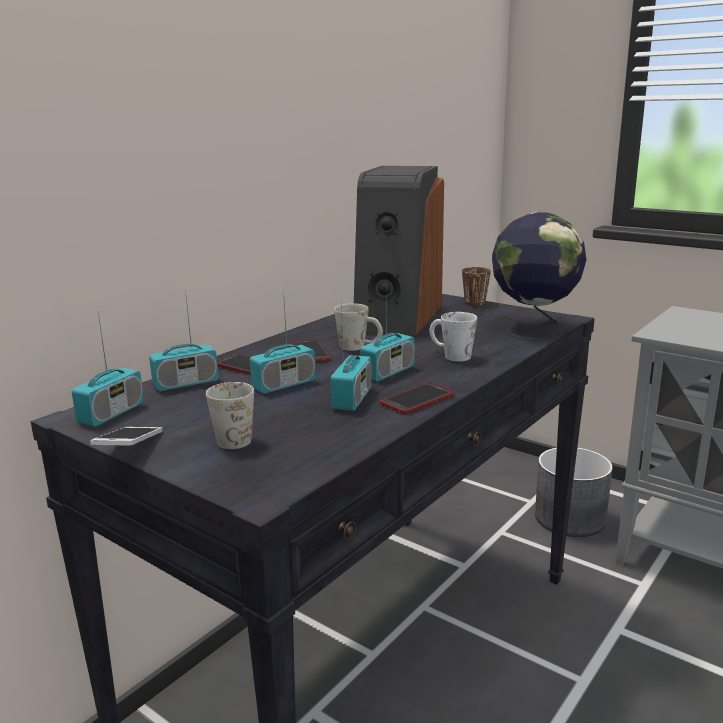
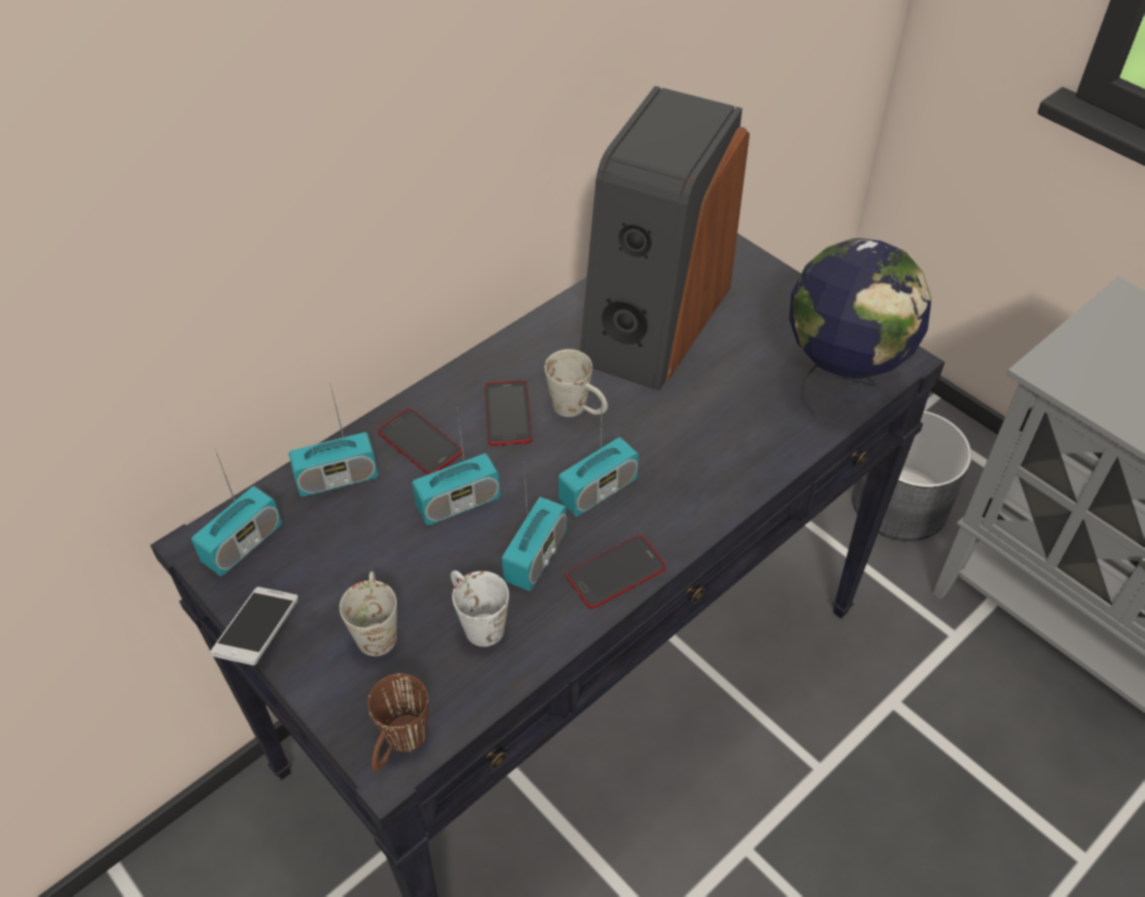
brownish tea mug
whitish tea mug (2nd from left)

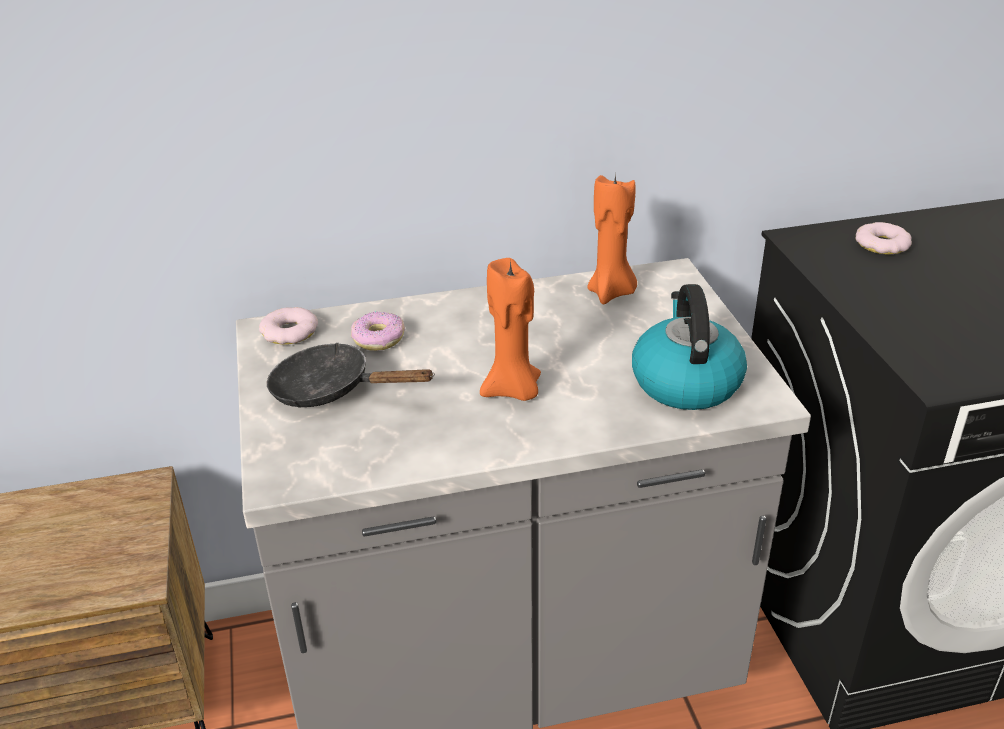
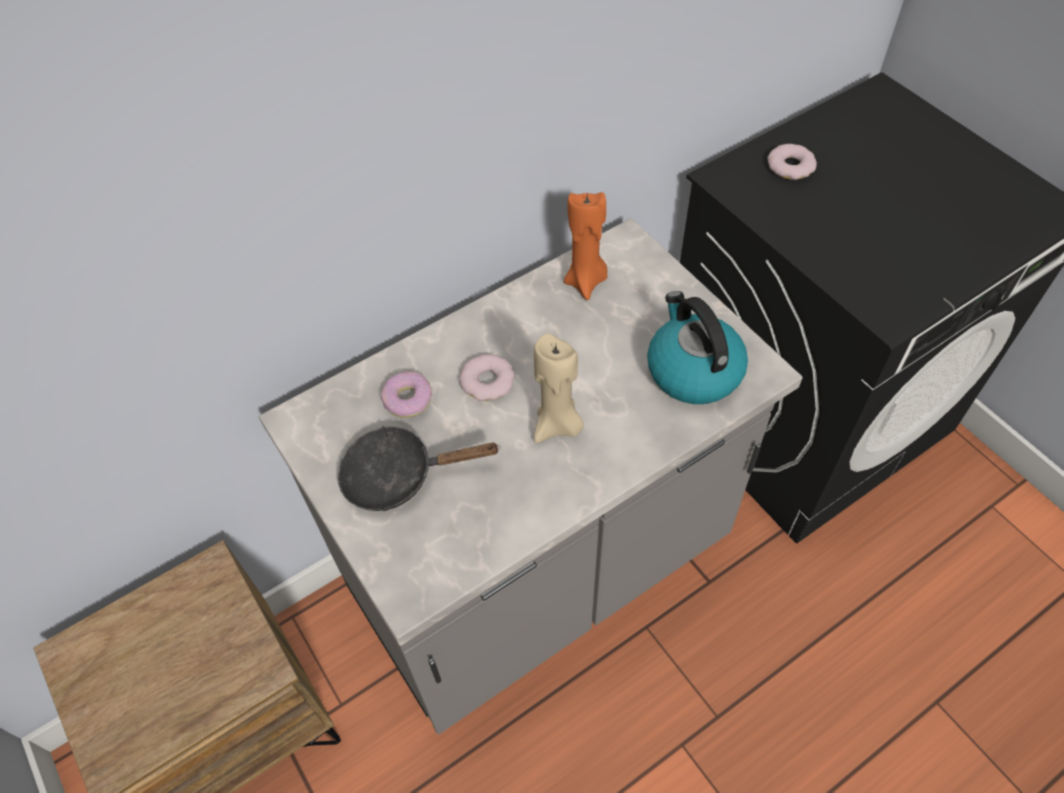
doughnut (2nd from left)
beige-coloured wax candle

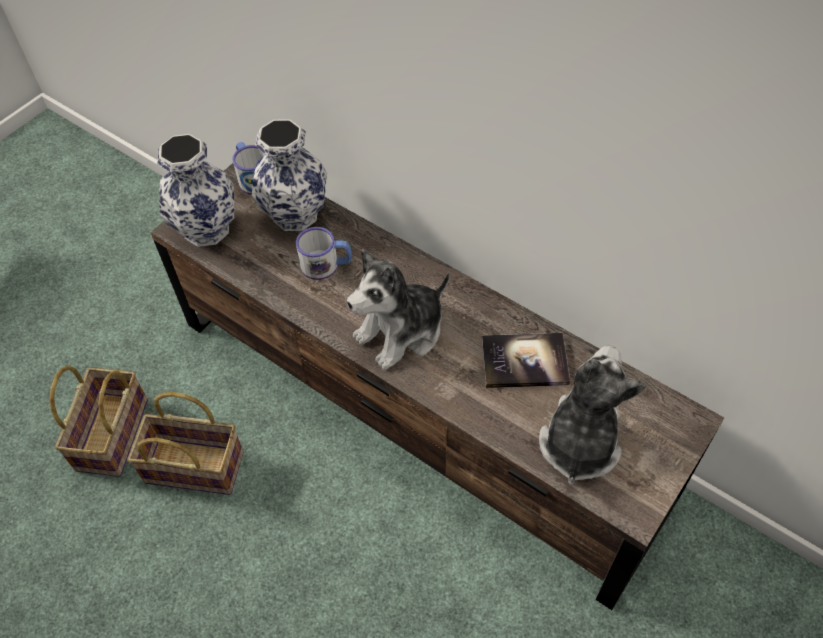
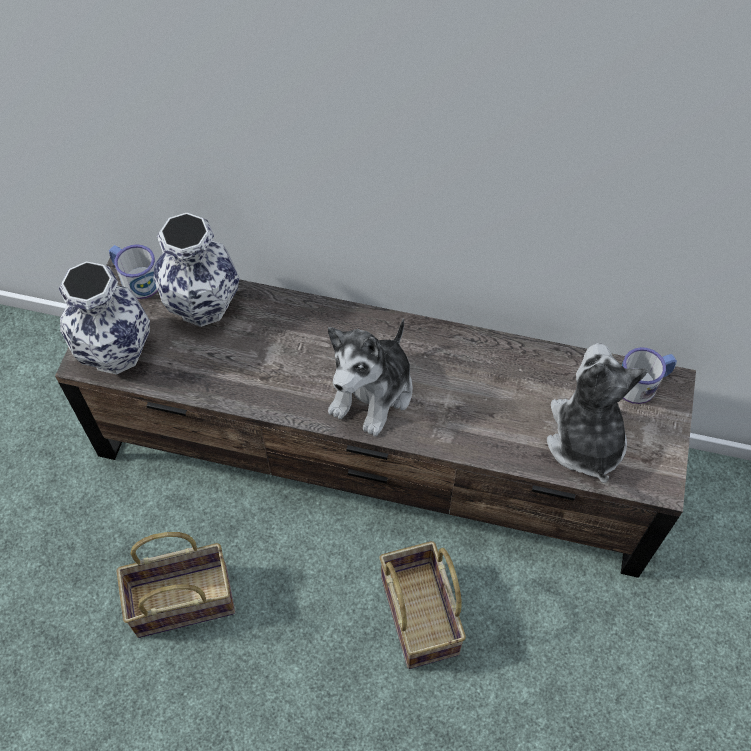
basket (2nd from left)
tea mug (2nd from left)
bound book

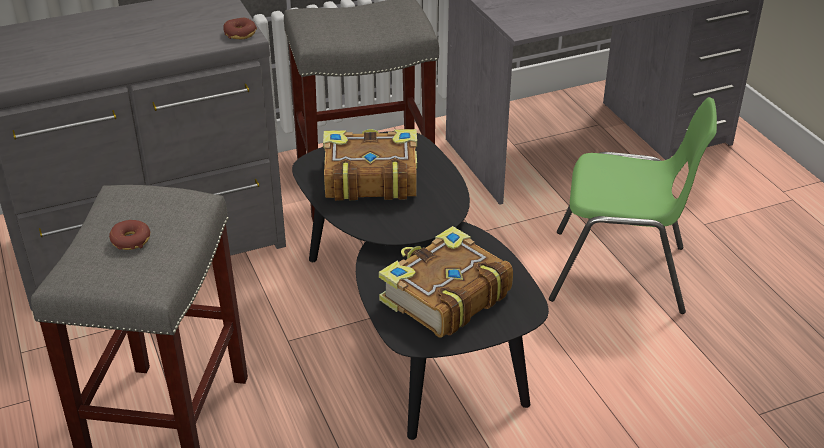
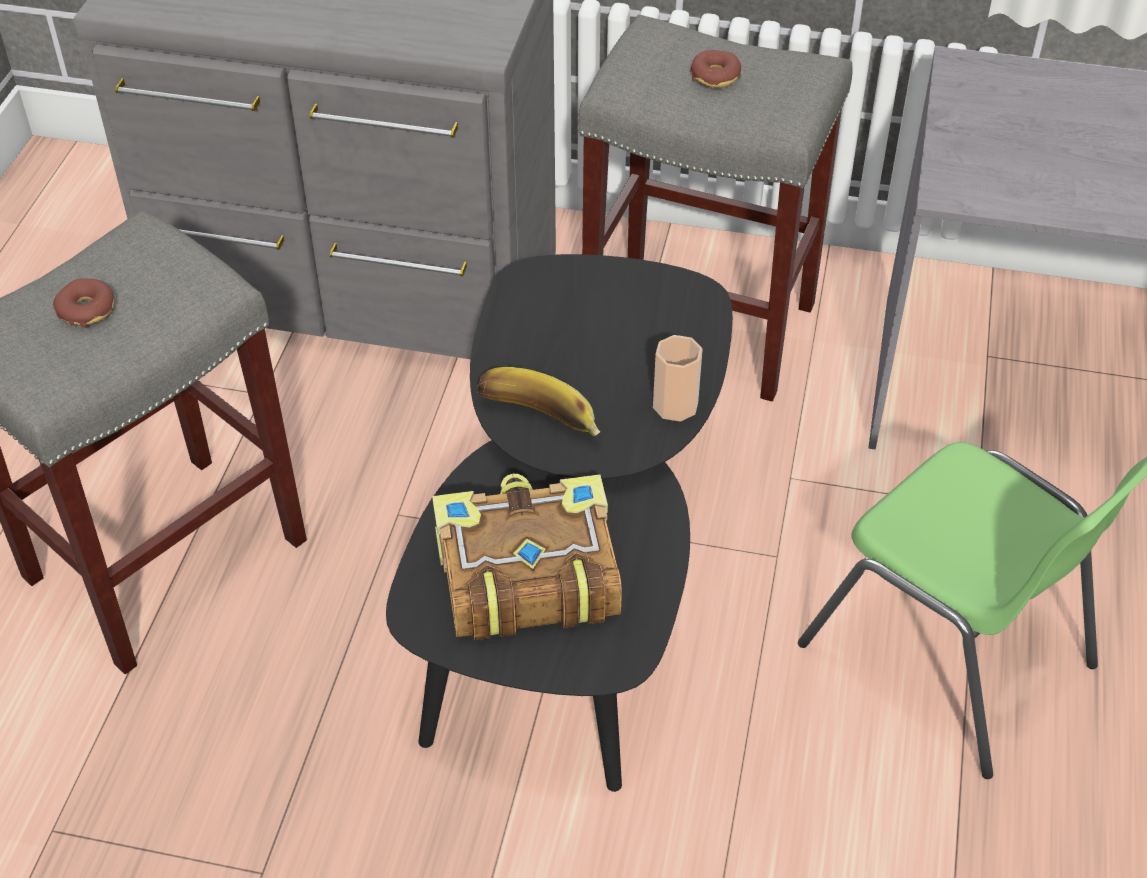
banana
drinking cup
doughnut (2nd from left)
bound book (1st from left in the first image)

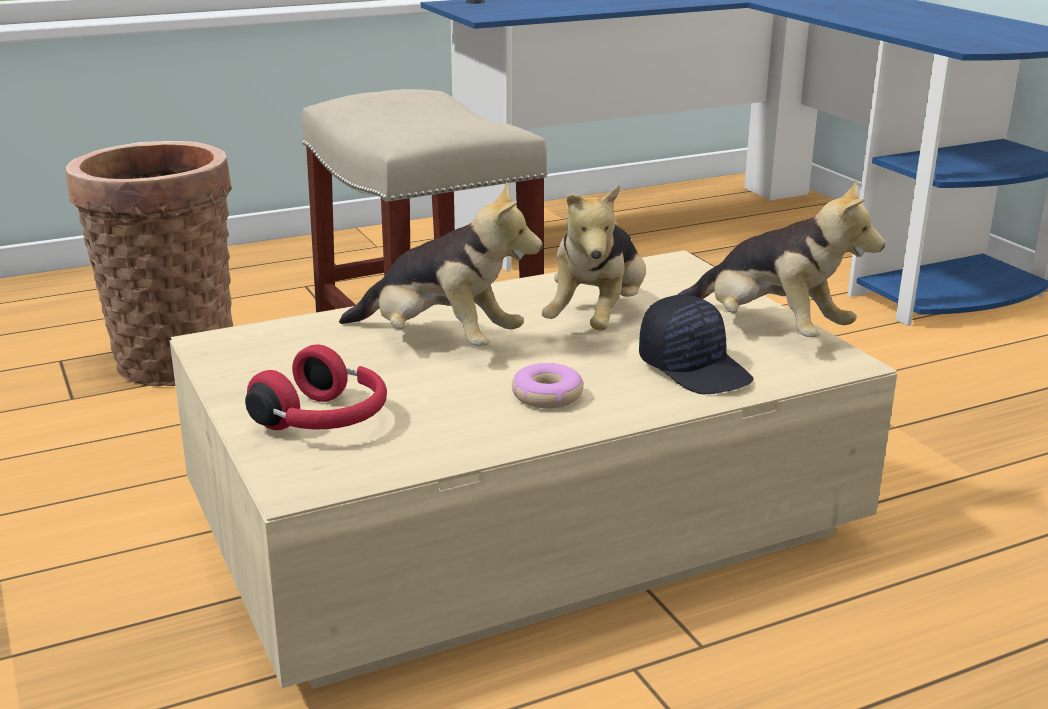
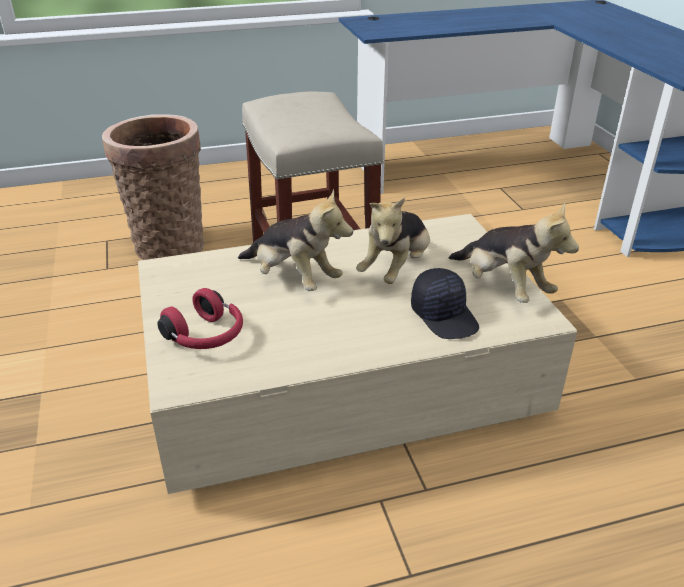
doughnut

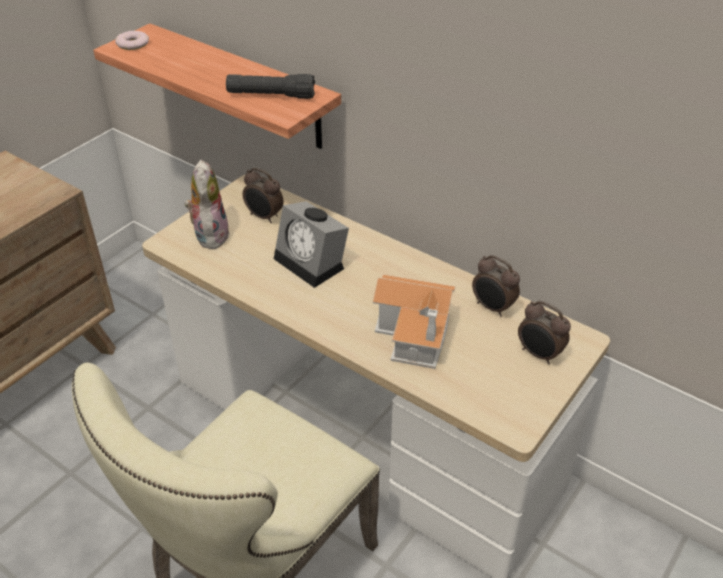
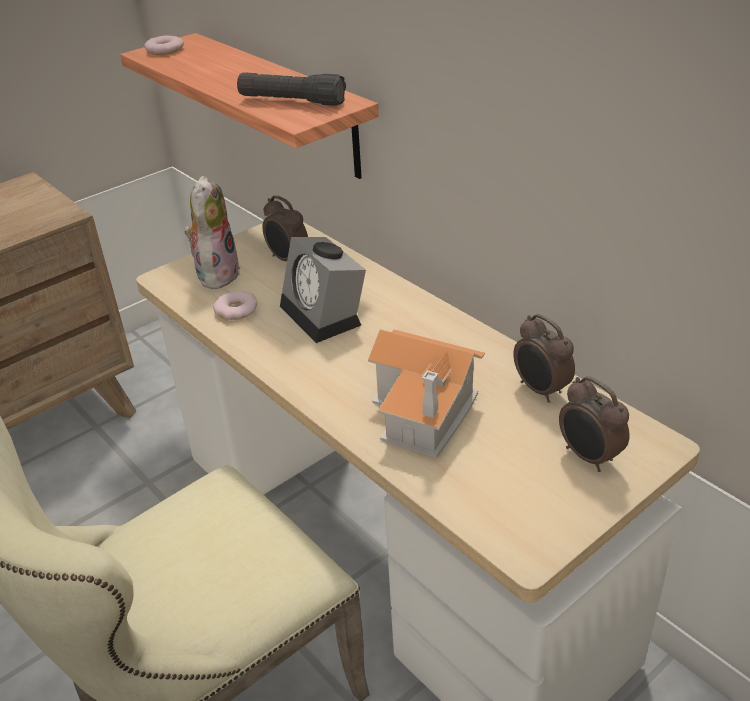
doughnut (2nd from left)

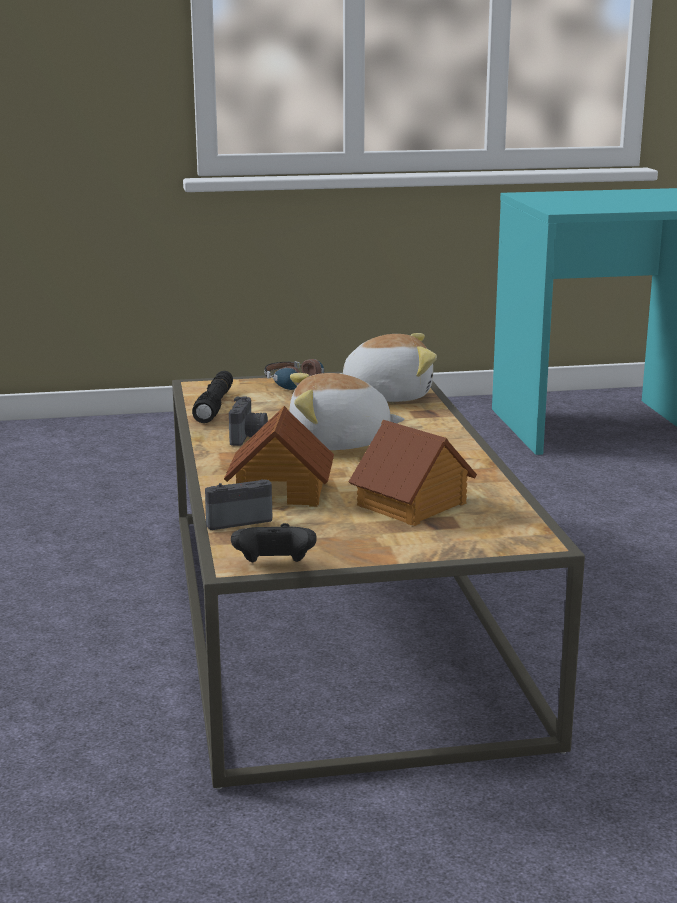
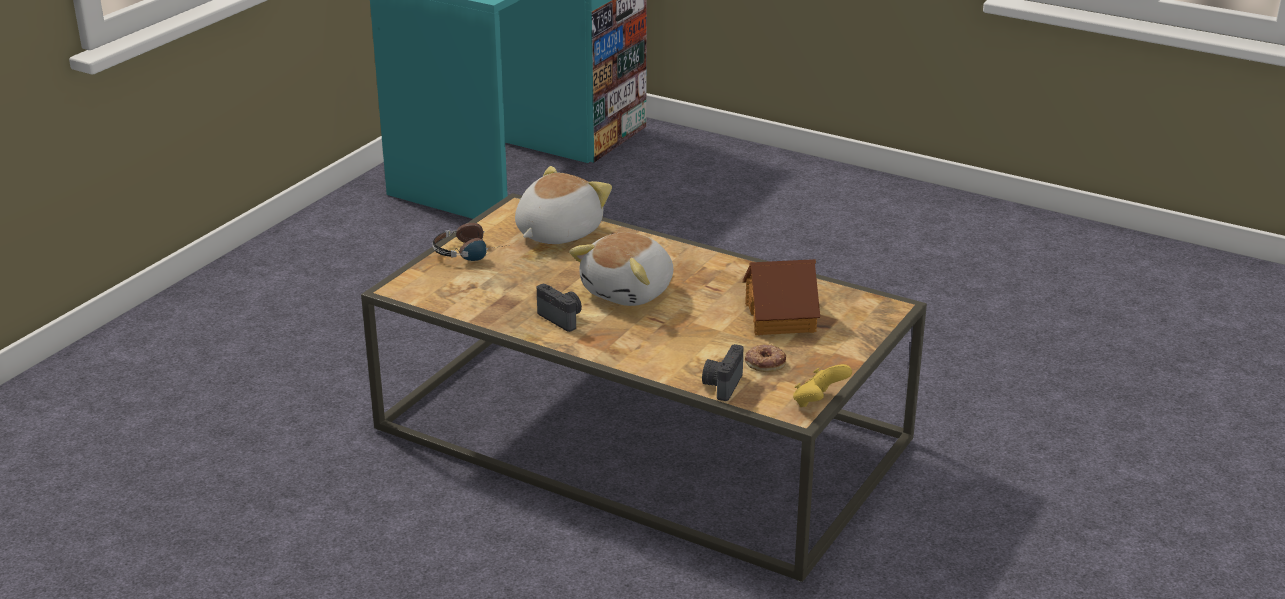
doughnut
yellowish game controller
black-coloured flashlight
model house (1st from left in the first image)

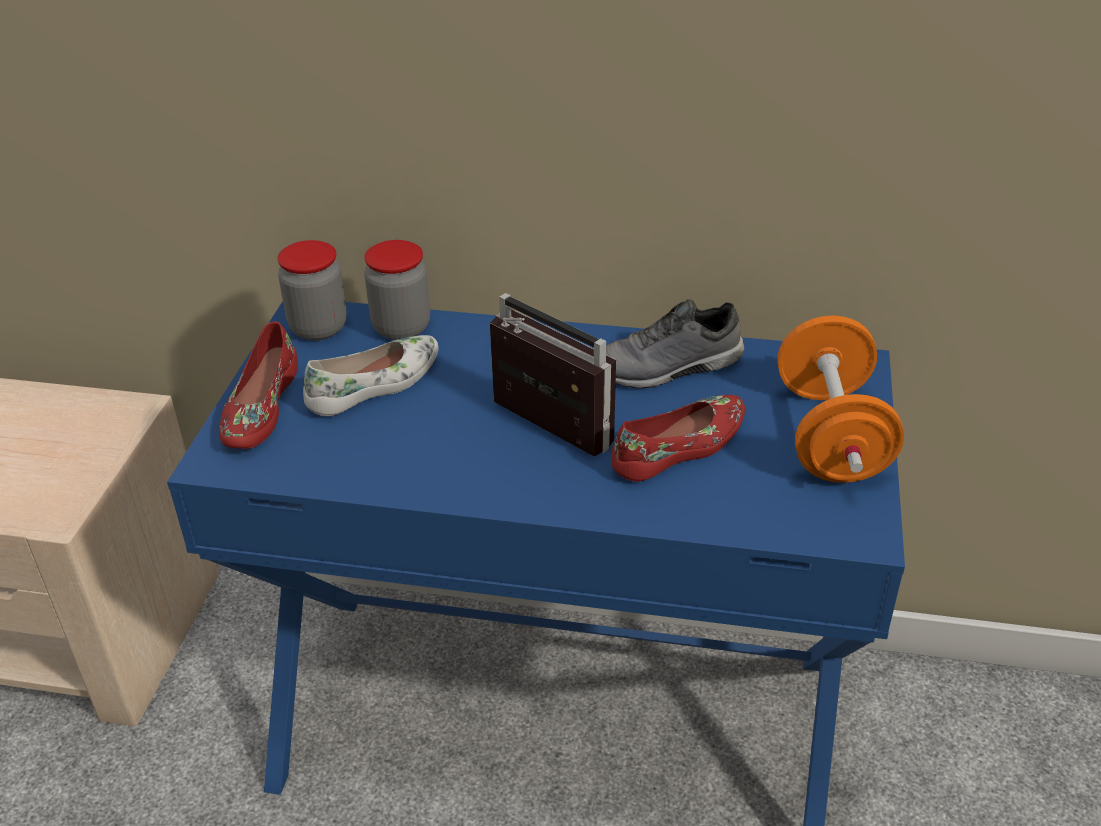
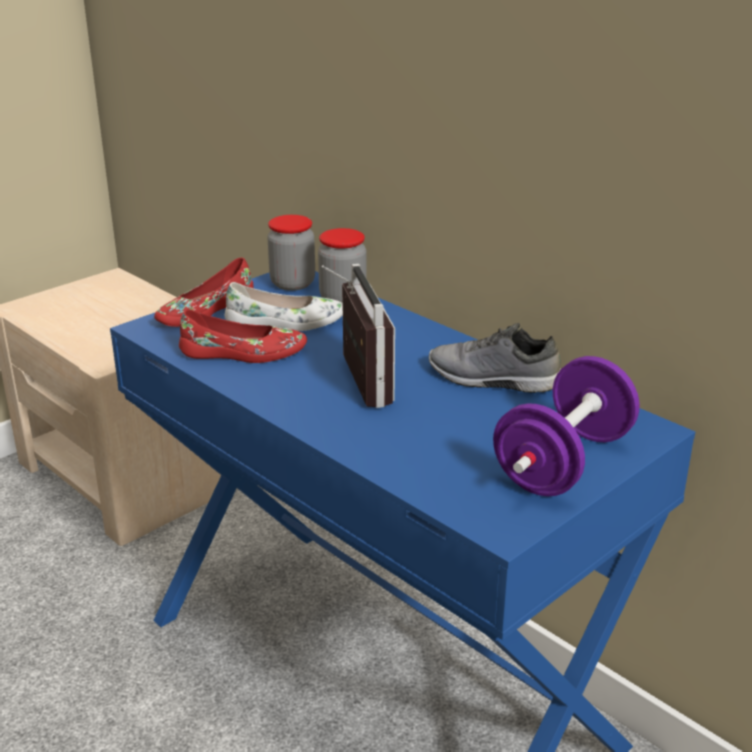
red low shoe (2nd from left)
purplish free weight

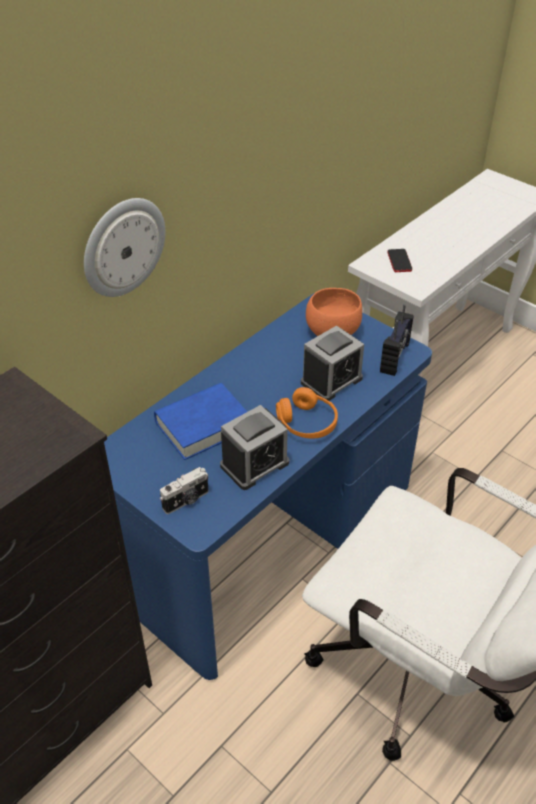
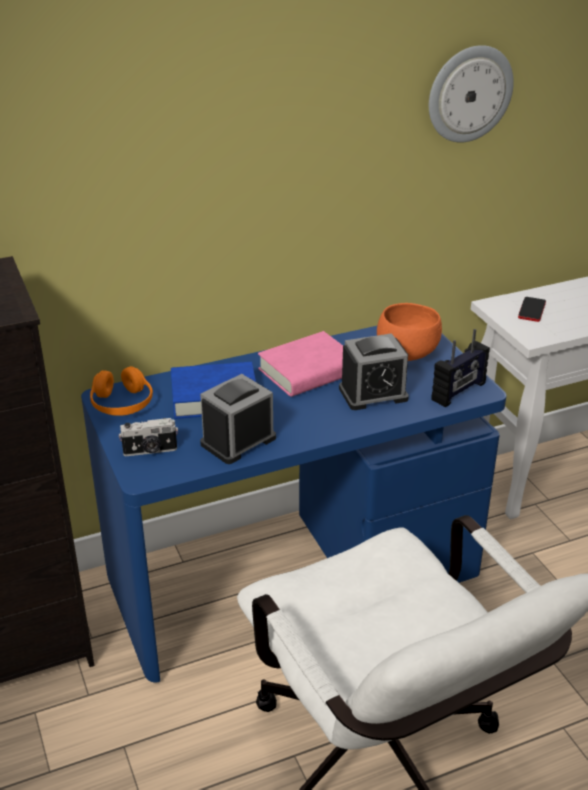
orangey headphones
bedside clock (1st from left)
pinkish bound book
wall clock

